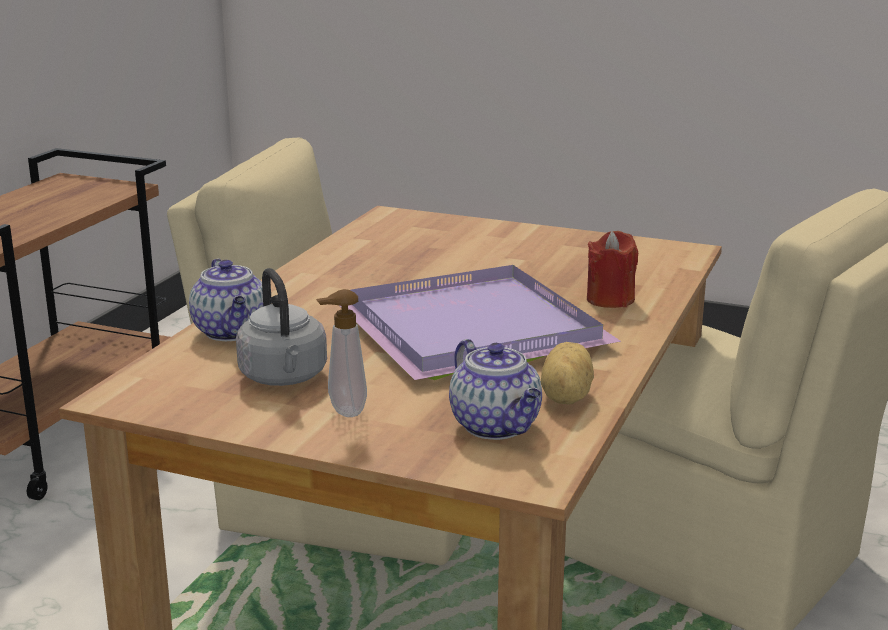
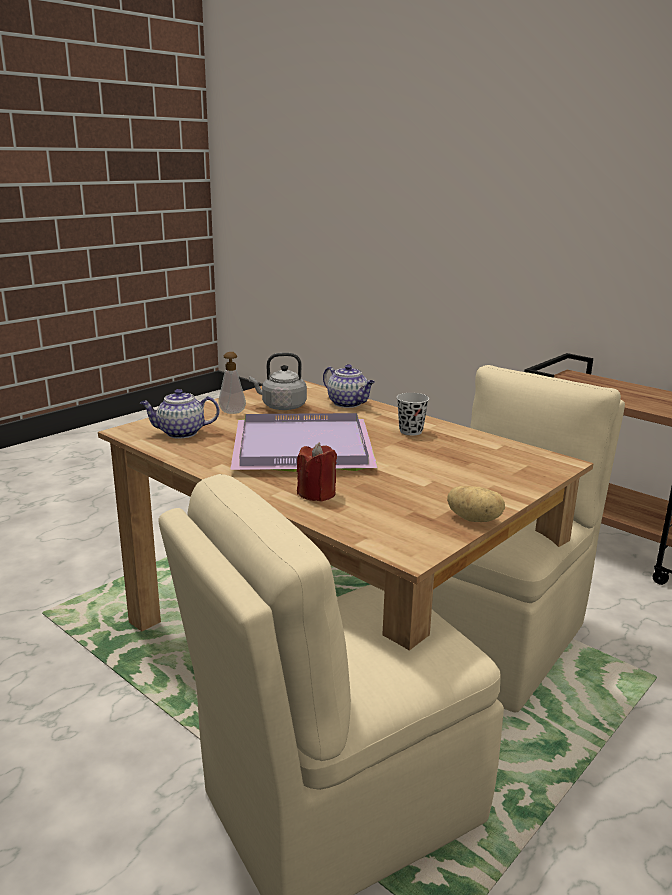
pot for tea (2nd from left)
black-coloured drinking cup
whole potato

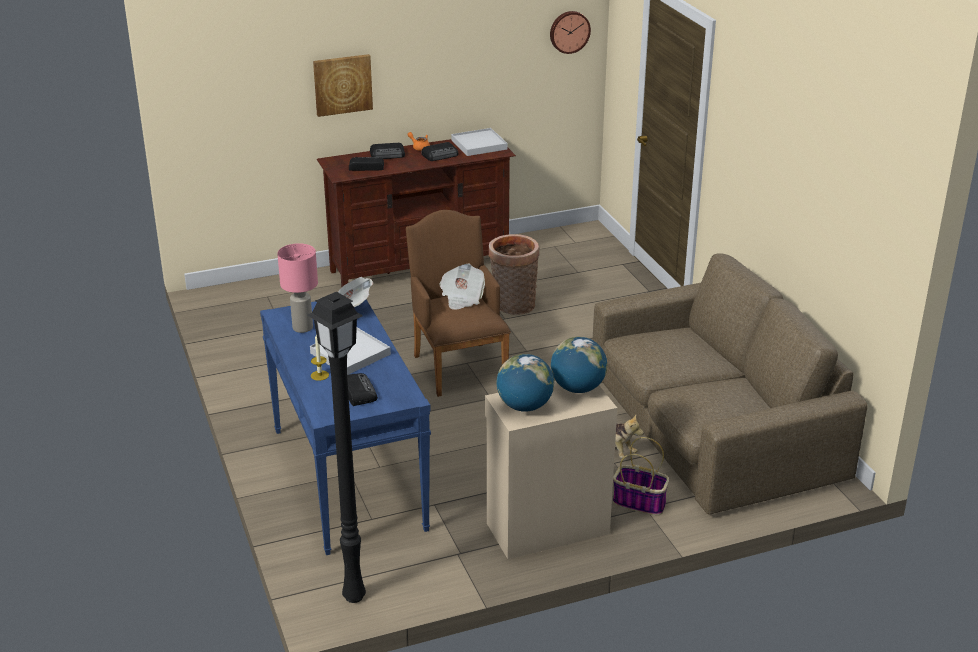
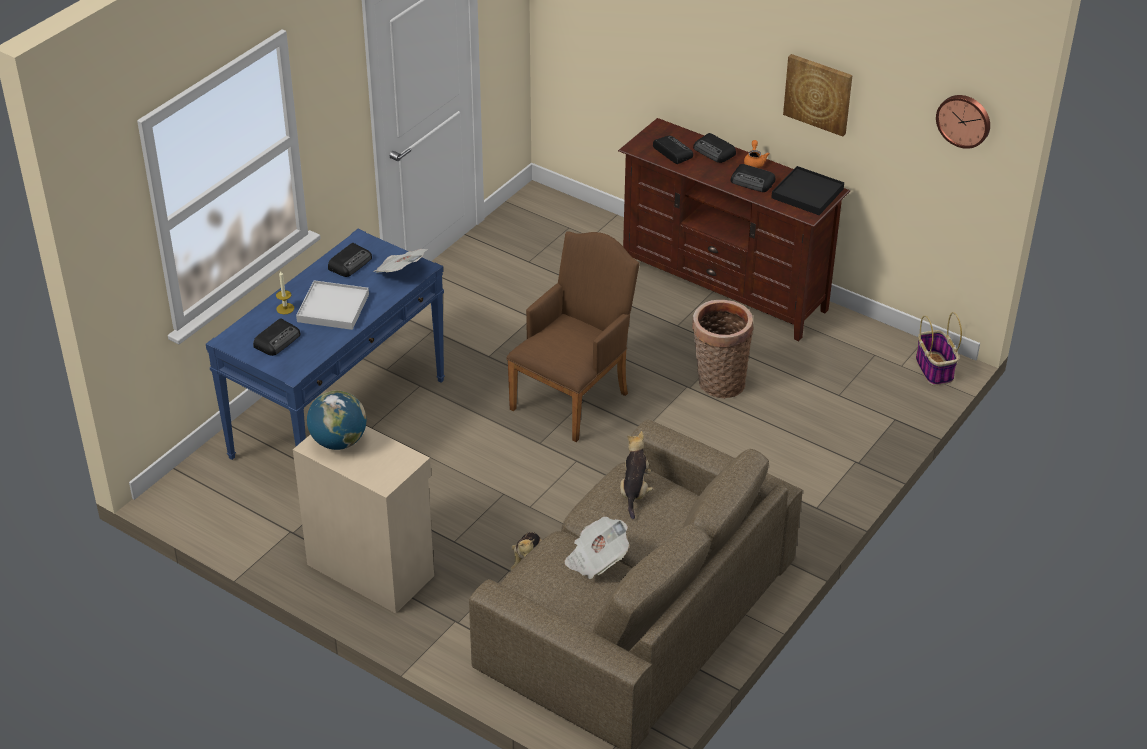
radio receiver (2nd from left)
newspaper (2nd from left)
soft toy (2nd from left)
black-coloured tray
wall picture
basket (2nd from left)
black-coloured floor lamp
globe (2nd from left in the first image)

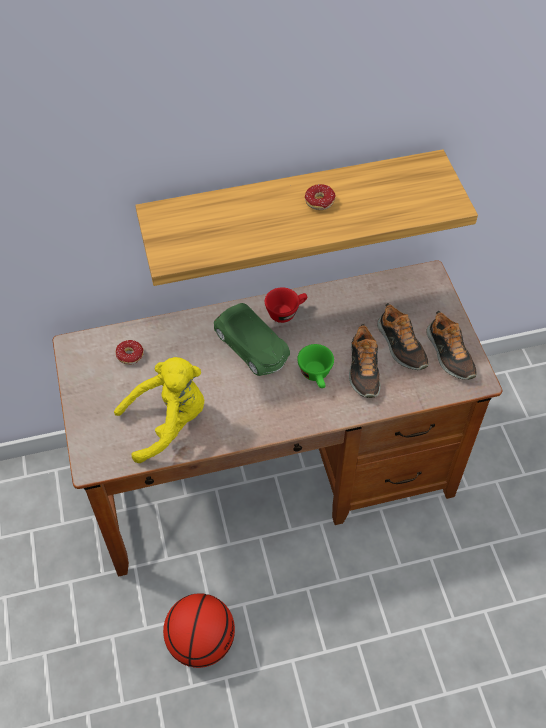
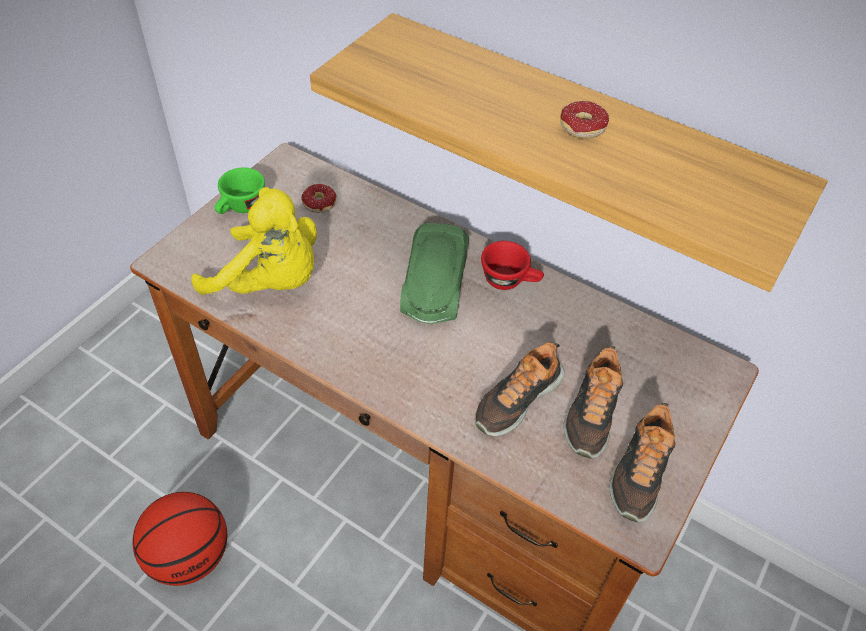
green drinking cup

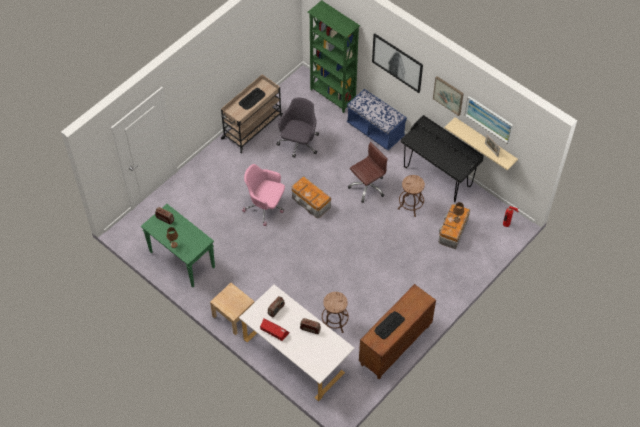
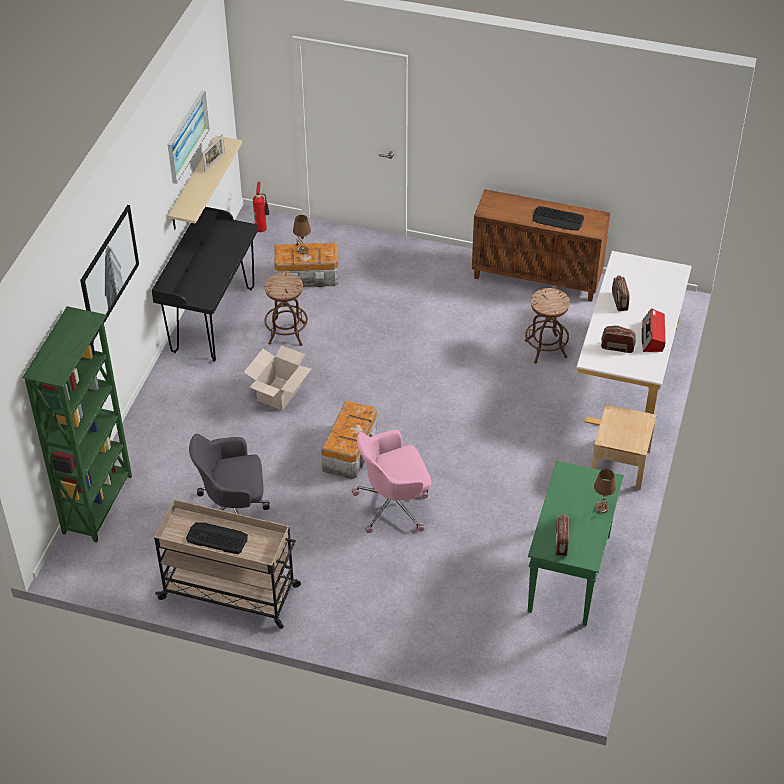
cardboard box
pinkish desk chair
blue-coloured long seat
wall picture (2nd from left in the first image)

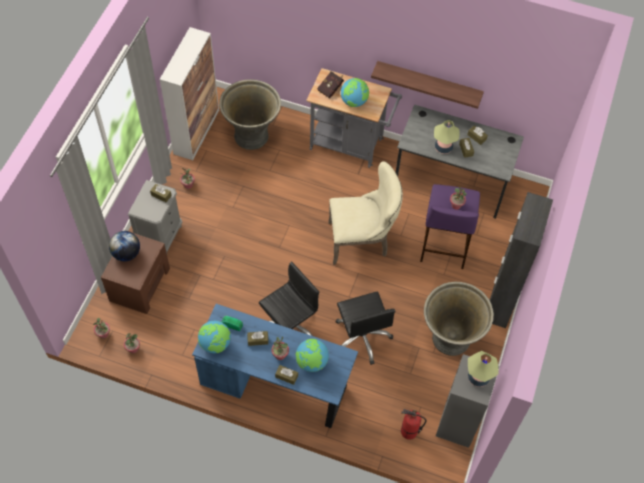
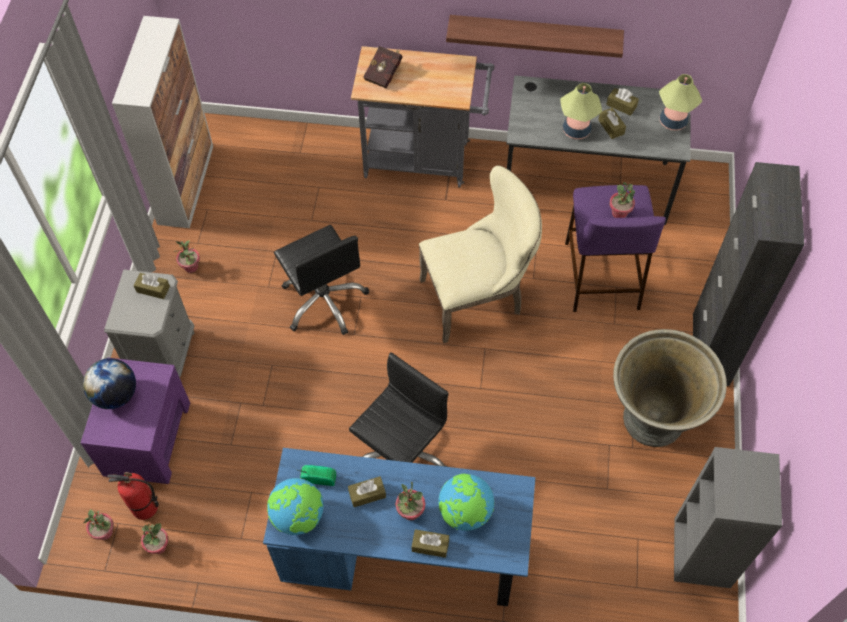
purplish night table
fire-fighting cylinder
black-coloured desk chair (1st from left)
tabletop lamp (2nd from left)
grey planter (1st from left in the first image)
globe (4th from left in the first image)

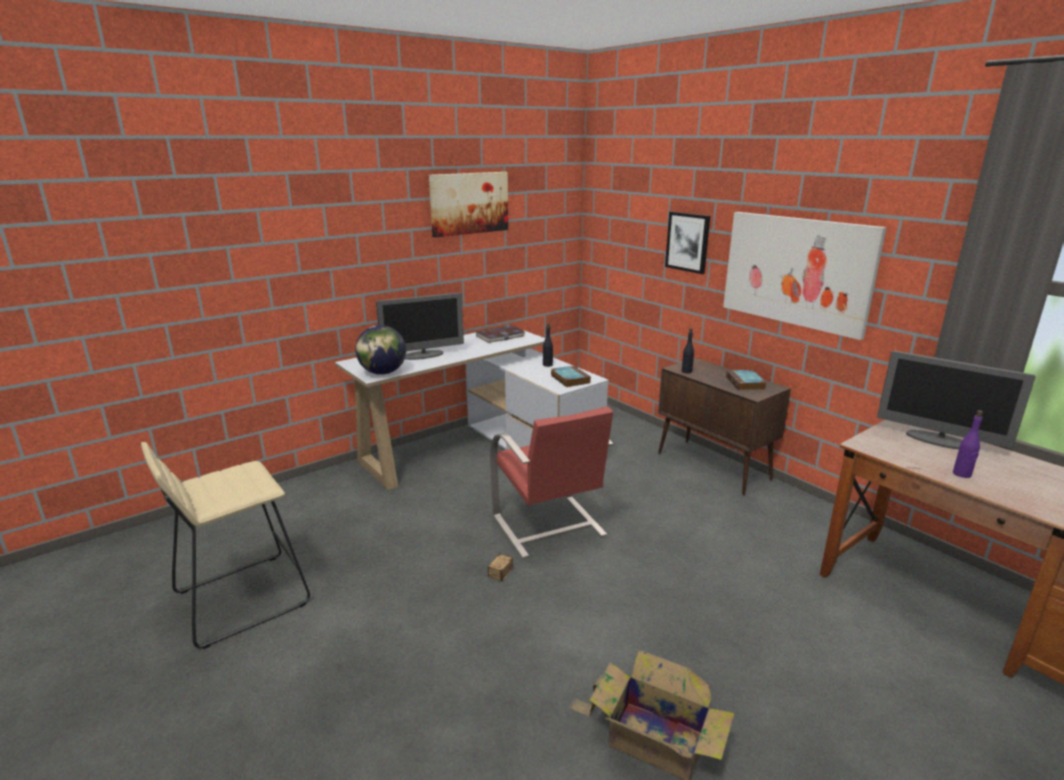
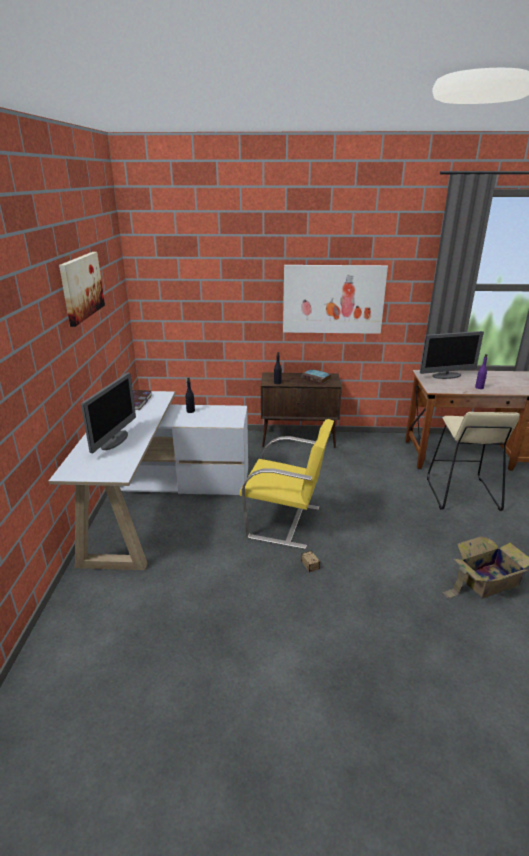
yellowish plain chair
beige-coloured stool seat
globe
bound book (2nd from left in the first image)
wall picture (2nd from left in the first image)

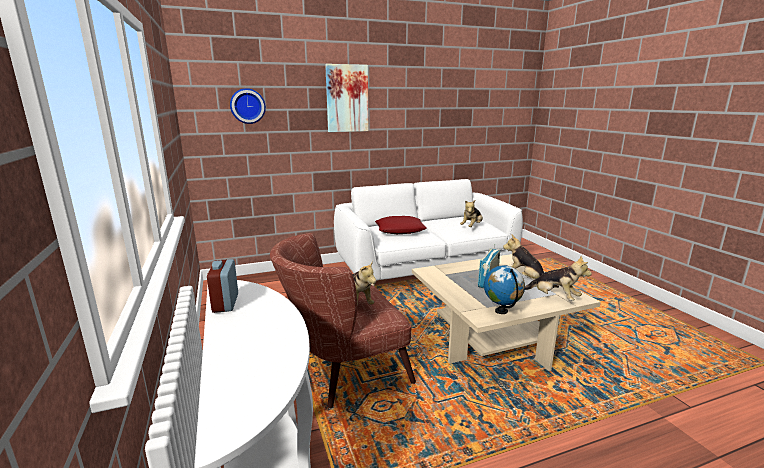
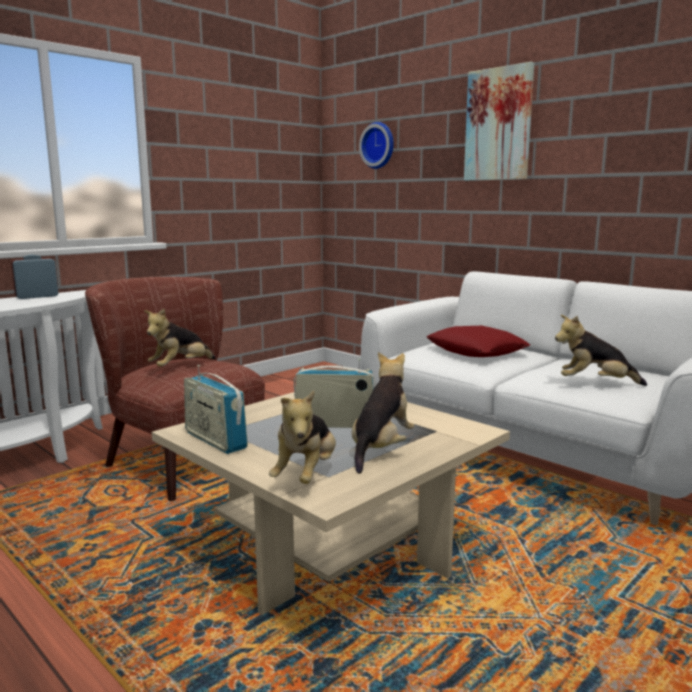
radio receiver (1st from left)

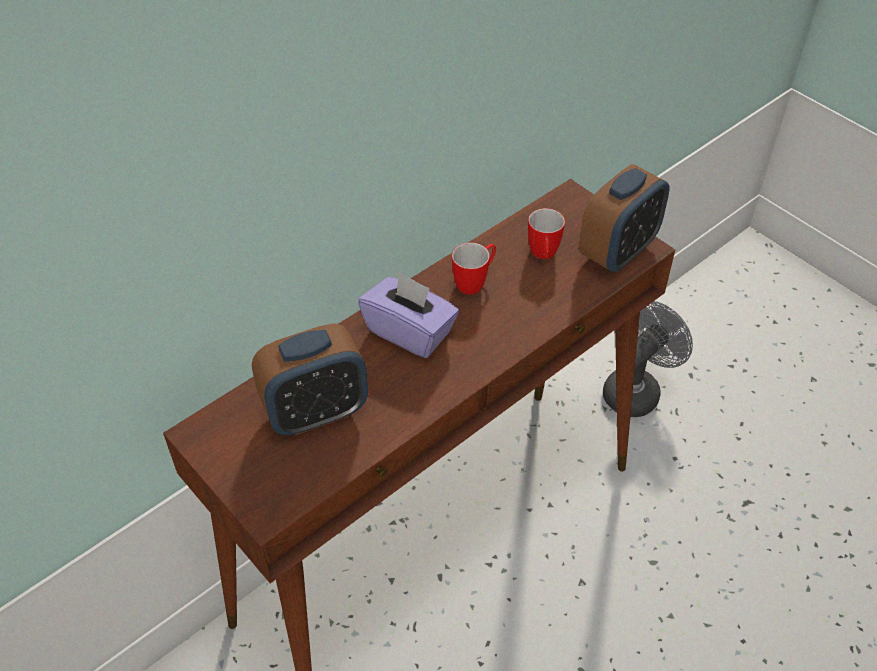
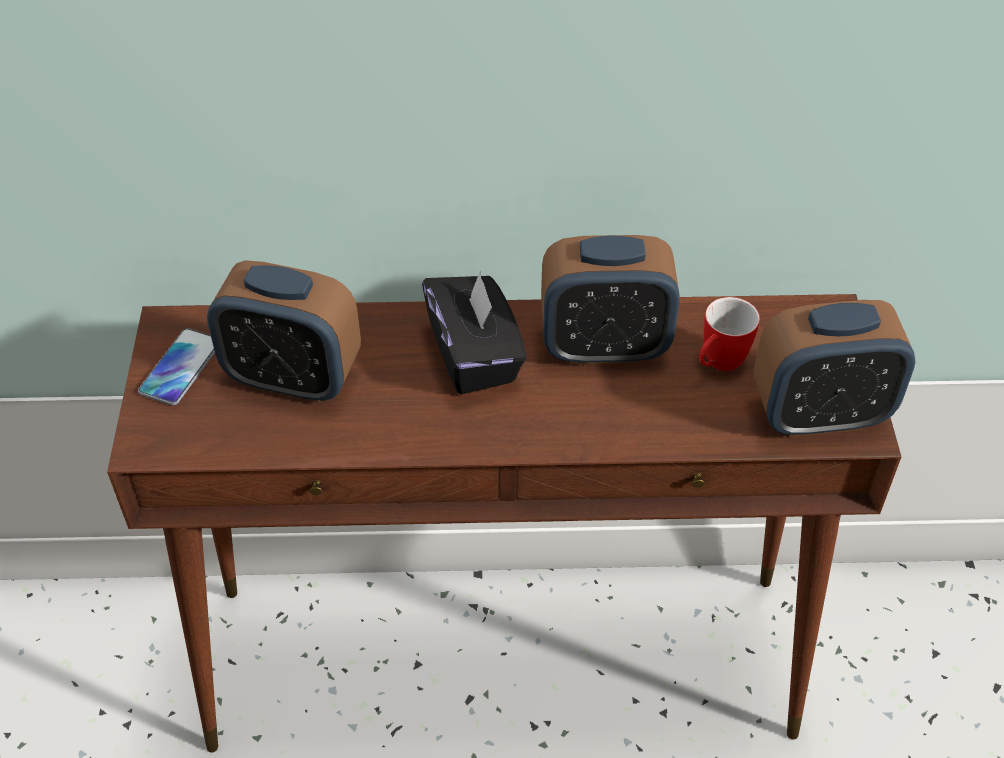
handset
black-coloured tissue holder
bedside clock (2nd from left)
grey cooling fan

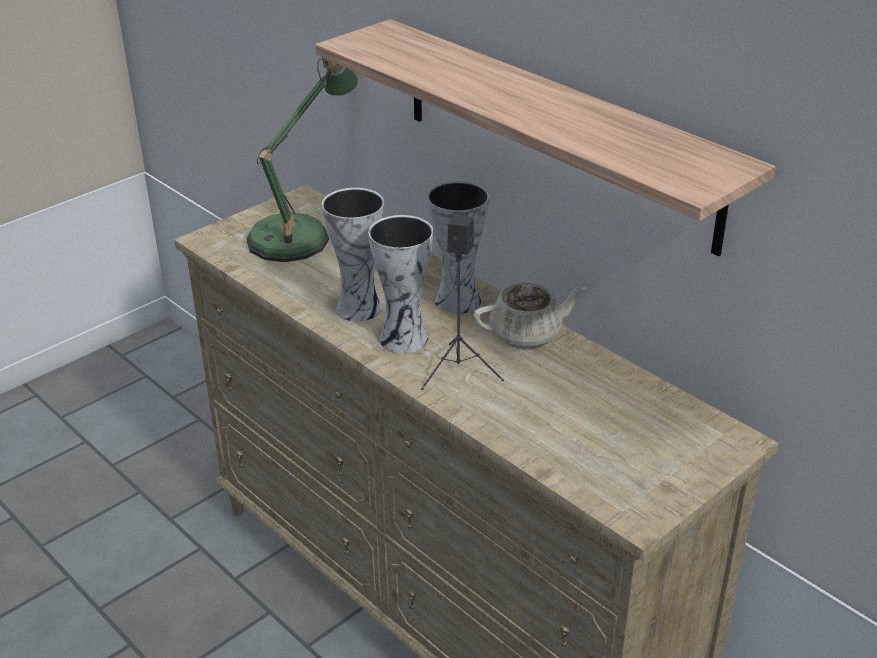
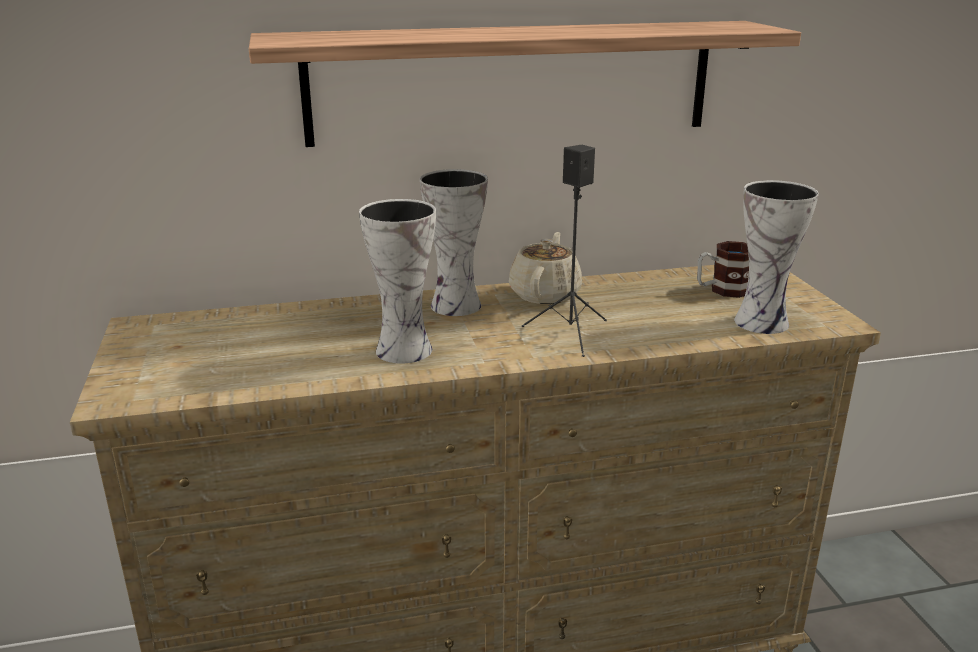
tea mug
flower vase (3rd from left)
tabletop lamp

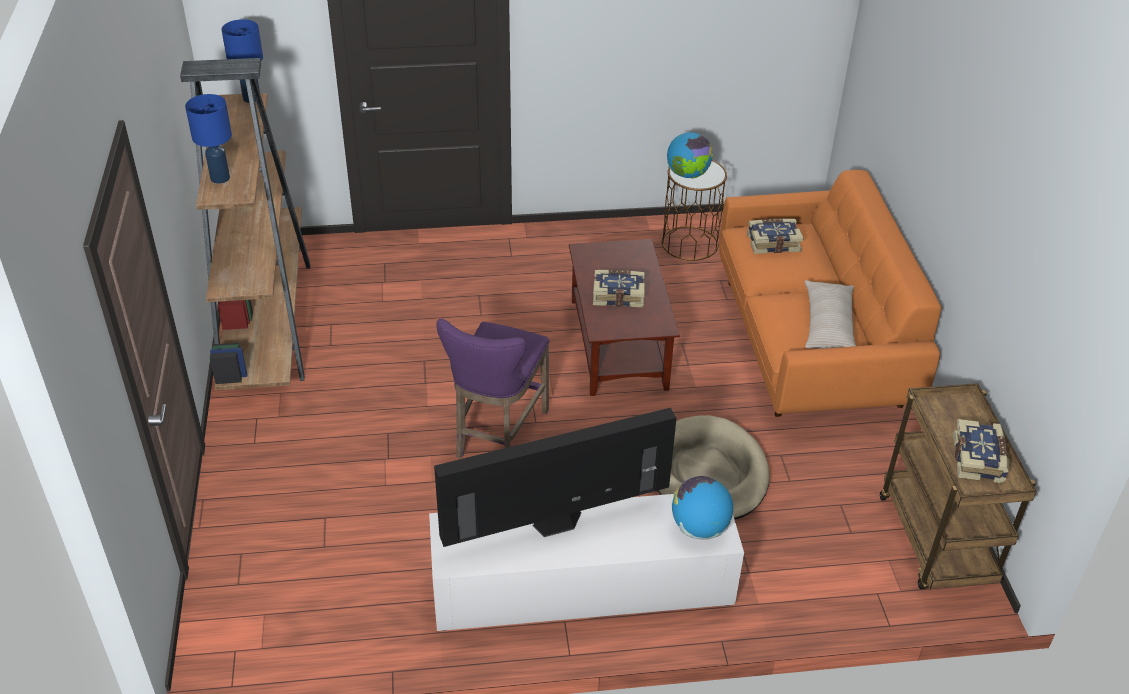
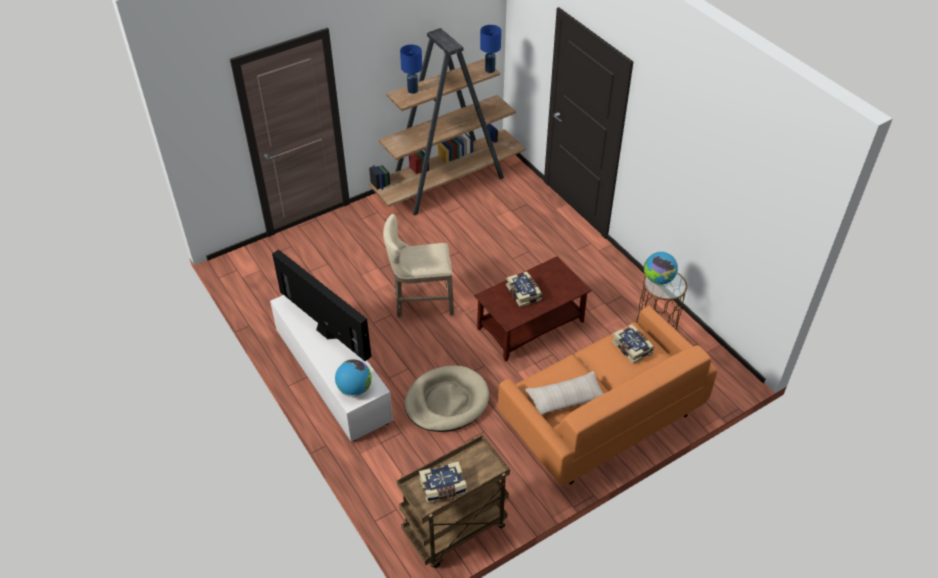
beige-coloured stool seat

